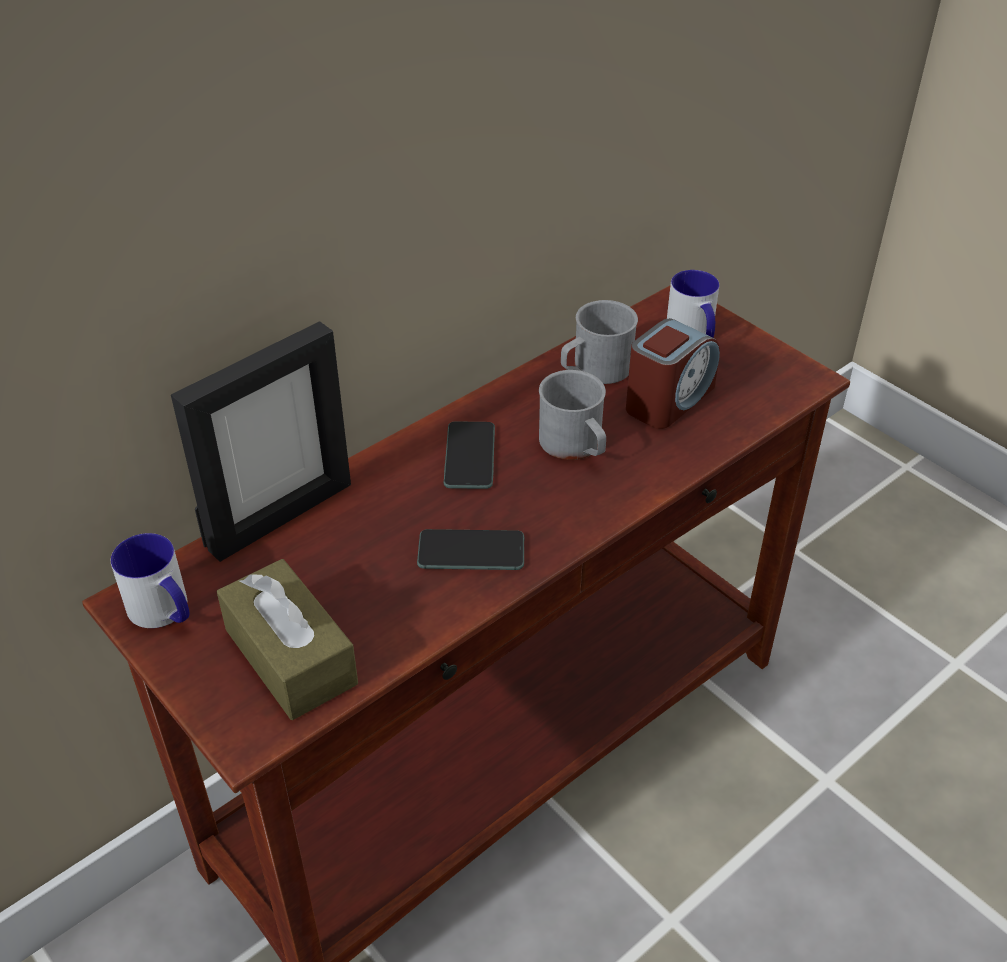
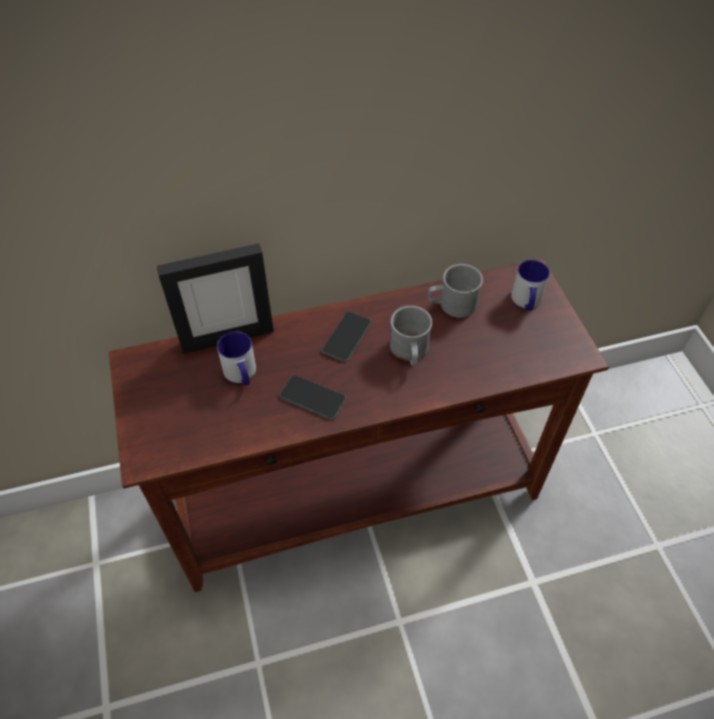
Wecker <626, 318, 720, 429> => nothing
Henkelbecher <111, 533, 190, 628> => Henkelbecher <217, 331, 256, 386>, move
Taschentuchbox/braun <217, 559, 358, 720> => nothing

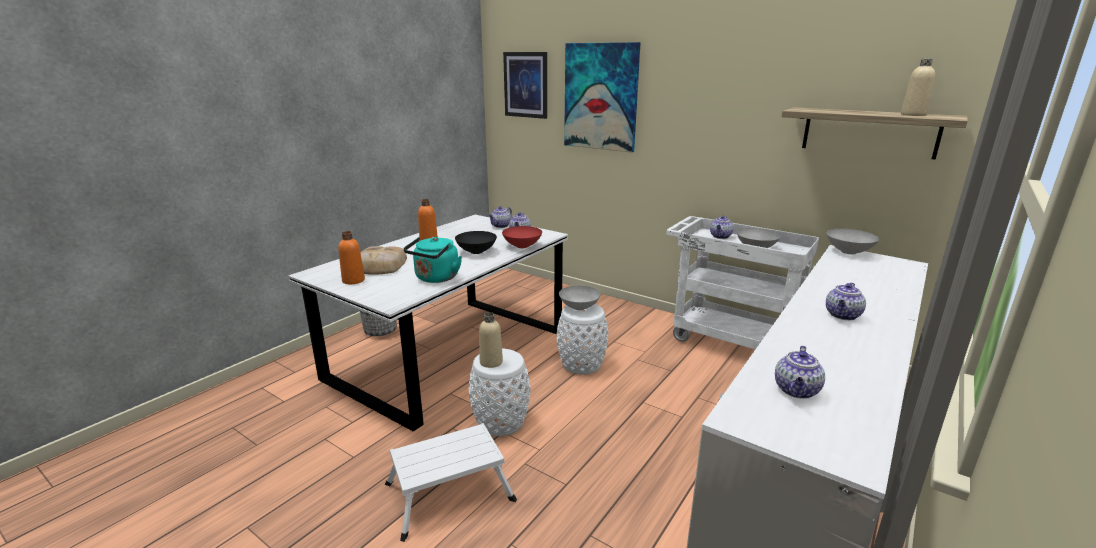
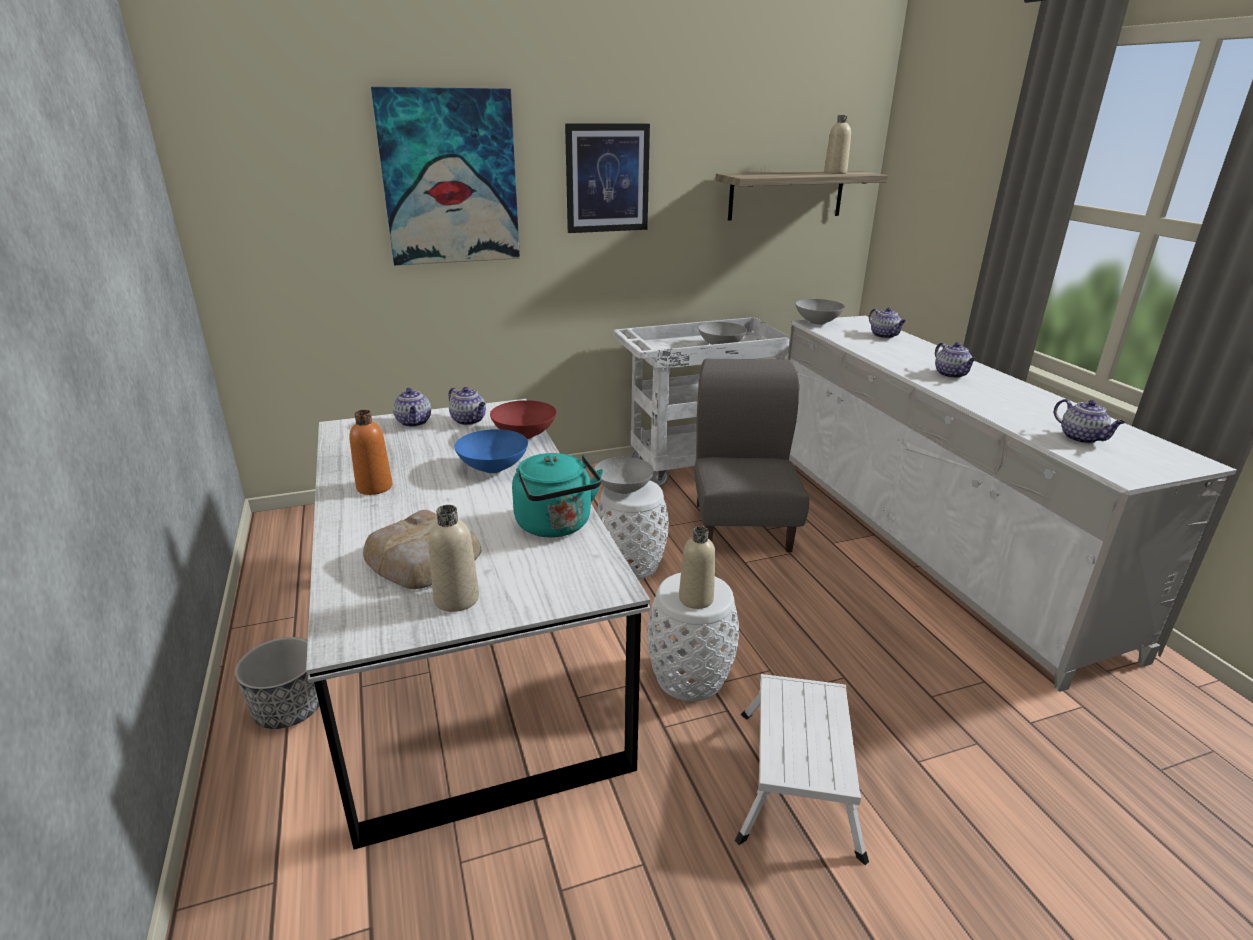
Bild <503, 52, 547, 119> => Bild <565, 124, 650, 233>, move
Teekanne <710, 216, 733, 239> => Teekanne <869, 307, 906, 338>, move
Flasche/orange <338, 231, 365, 284> => Flasche/beige <428, 505, 479, 612>
Schüssel/schwarz <455, 231, 497, 254> => Schüssel/blau <455, 429, 528, 473>
nothing => Stuhl/grau <694, 359, 809, 552>

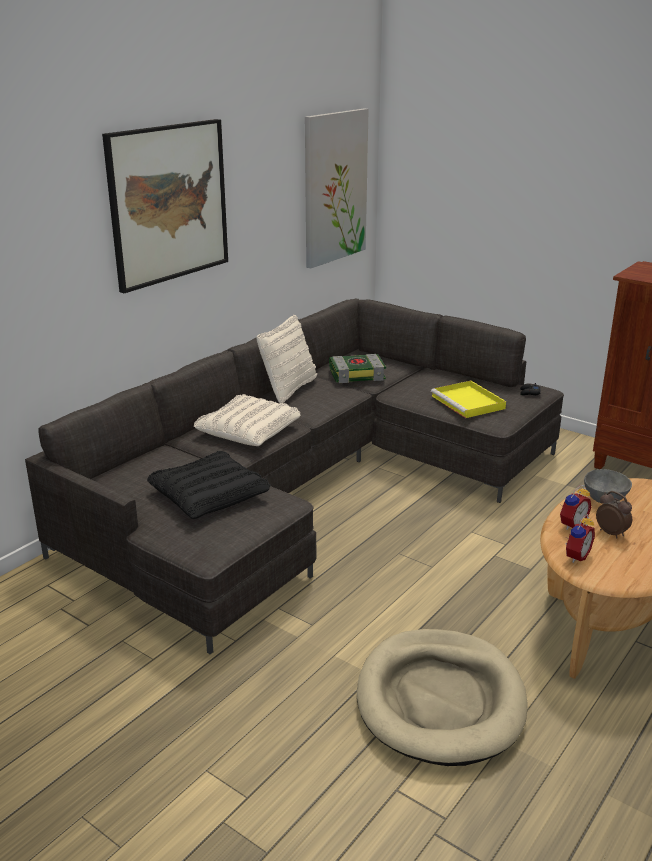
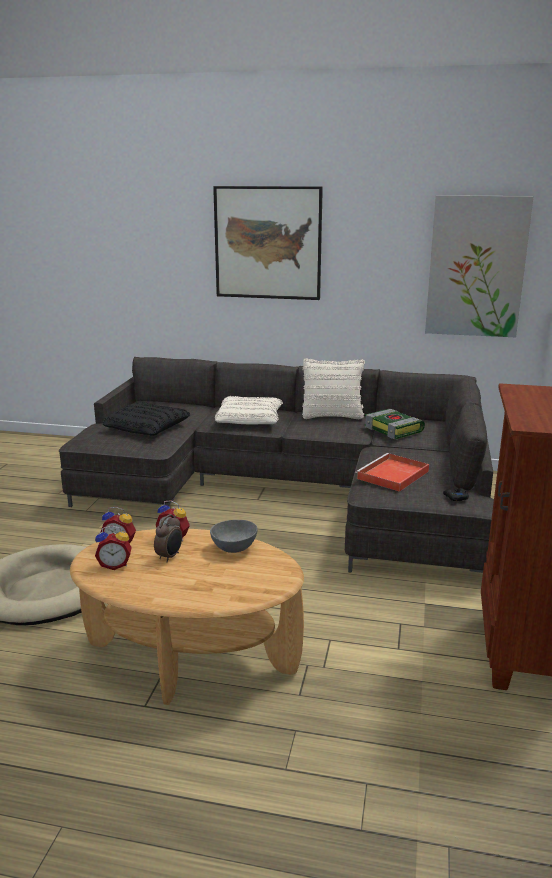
Tablett/gelb <431, 381, 506, 418> => Tablett/rot <356, 453, 429, 492>
nothing => Wecker <95, 526, 132, 570>

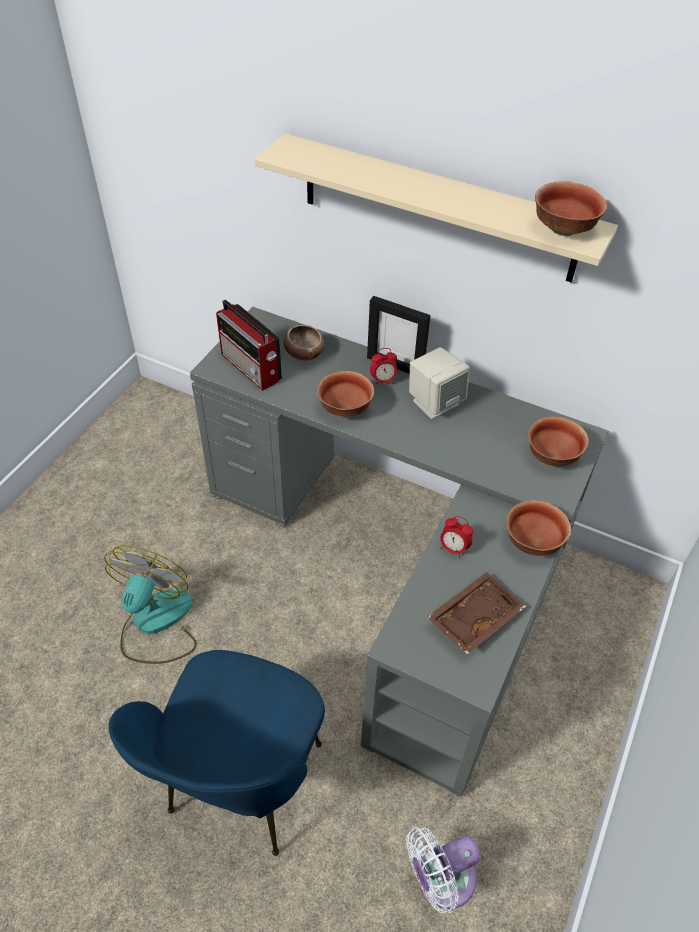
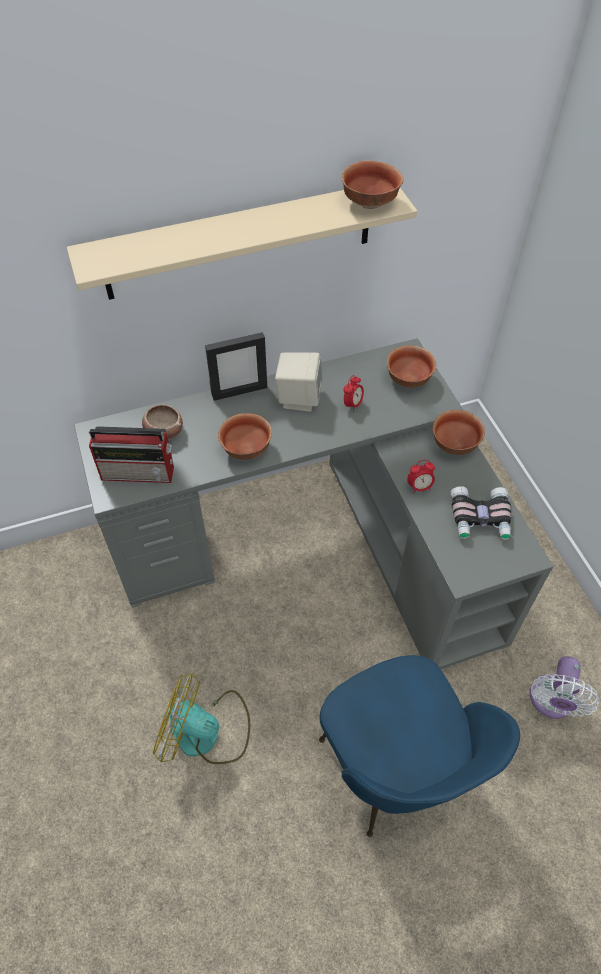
Wecker <370, 348, 397, 386> => Wecker <344, 375, 364, 412>, move
Ventilator <104, 546, 197, 664> => Ventilator <153, 673, 250, 764>, 45 degrees counterclockwise
Tablett/braun <427, 572, 526, 654> => Fernglas <451, 486, 511, 540>

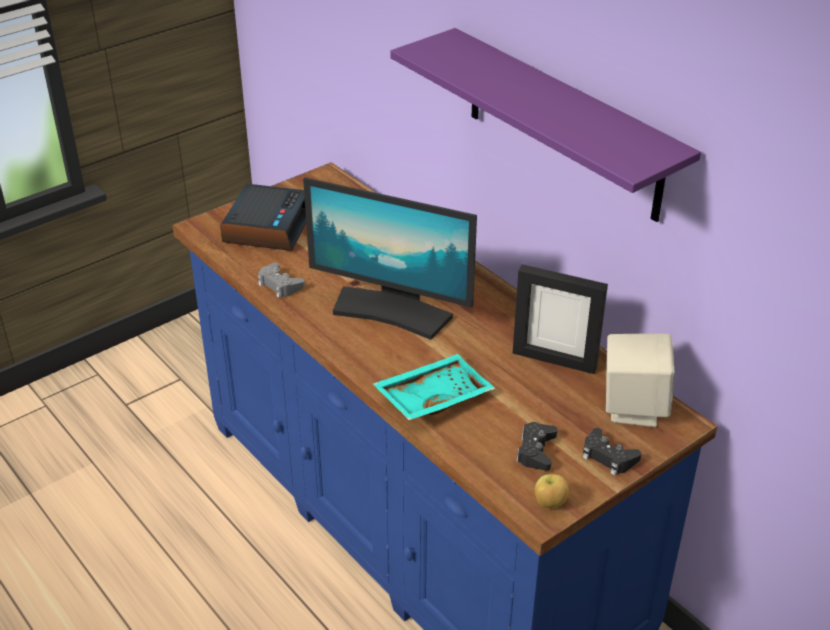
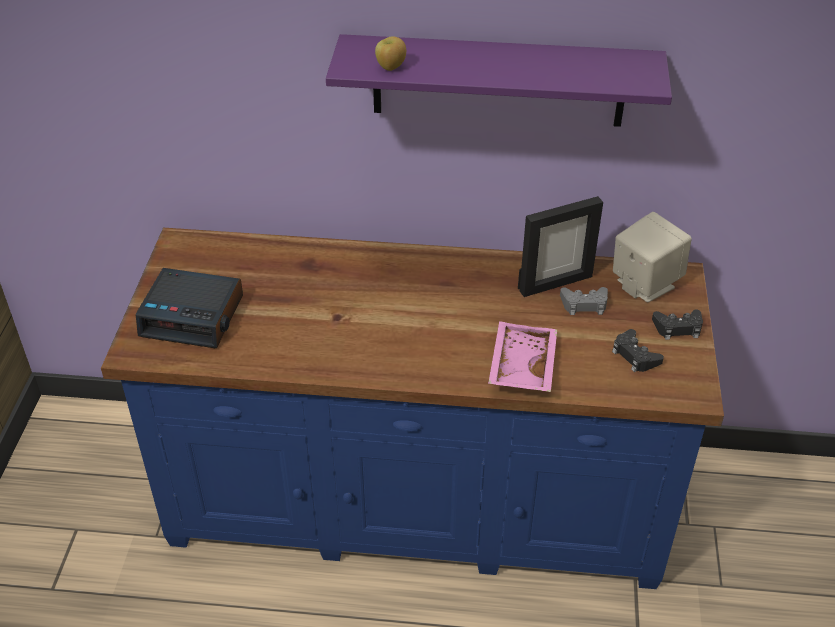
Monitor <303, 177, 477, 340> => nothing
Wecker <220, 184, 306, 251> => Wecker <136, 268, 243, 348>, 135 degrees clockwise
Gamepad/grau <258, 262, 305, 298> => Gamepad/grau <560, 287, 608, 315>, move
Tablett/türkis <373, 354, 495, 420> => Tablett/rosa <488, 321, 557, 392>
Apfel <535, 474, 569, 508> => Apfel <375, 37, 406, 71>, move

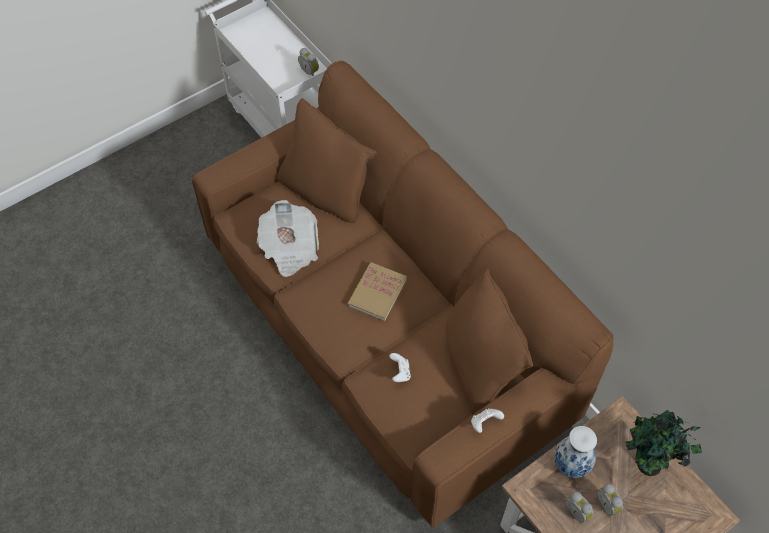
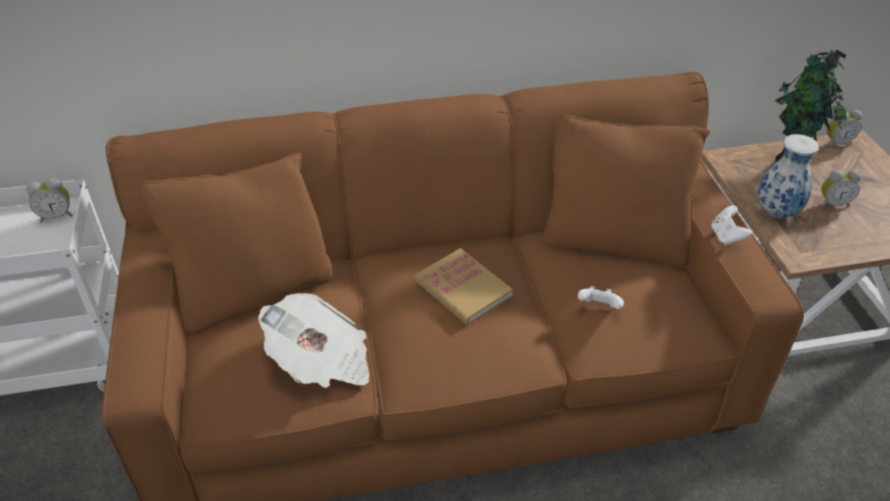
Wecker <565, 492, 593, 524> => Wecker <827, 110, 862, 147>, move

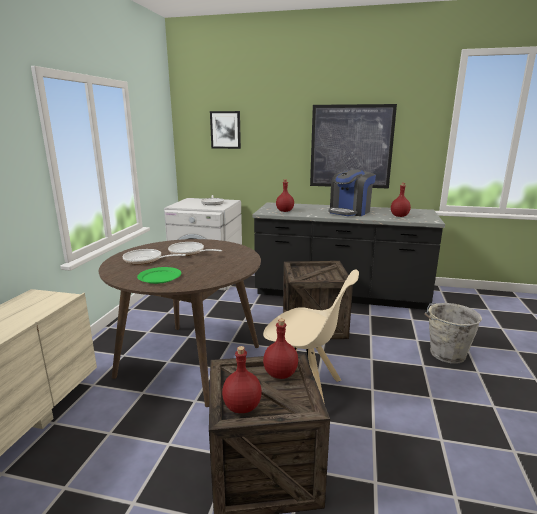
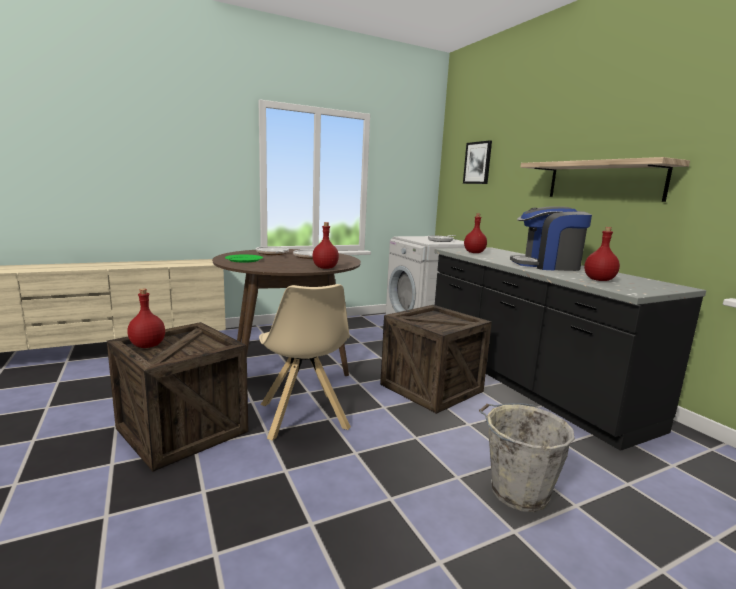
Bild <310, 104, 397, 189> => Wandregal <520, 157, 690, 202>
Flasche/rot <263, 318, 298, 379> => Flasche/rot <312, 222, 339, 269>, move

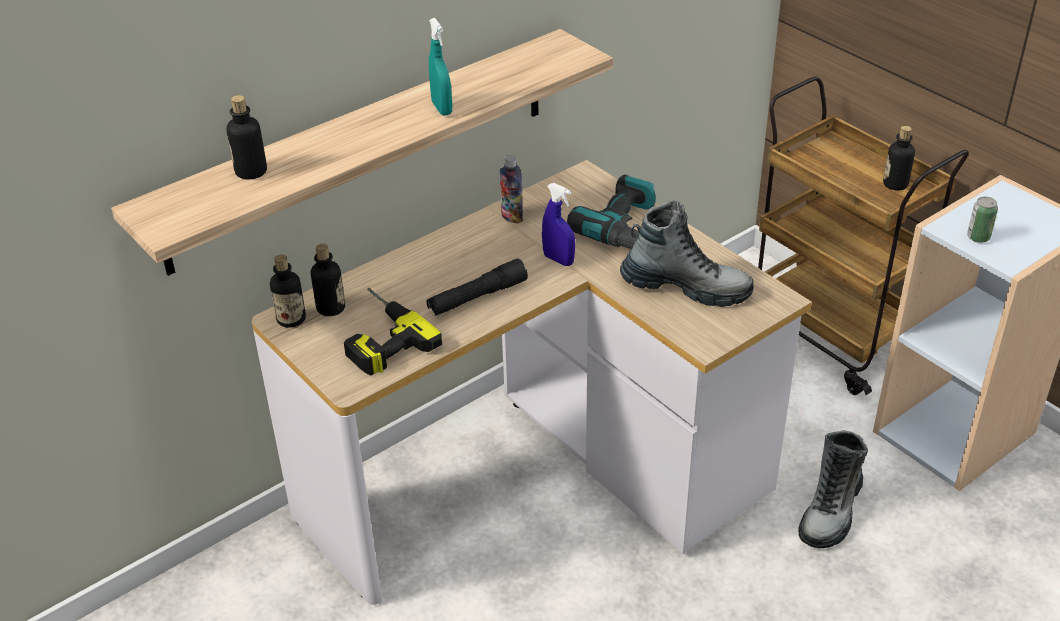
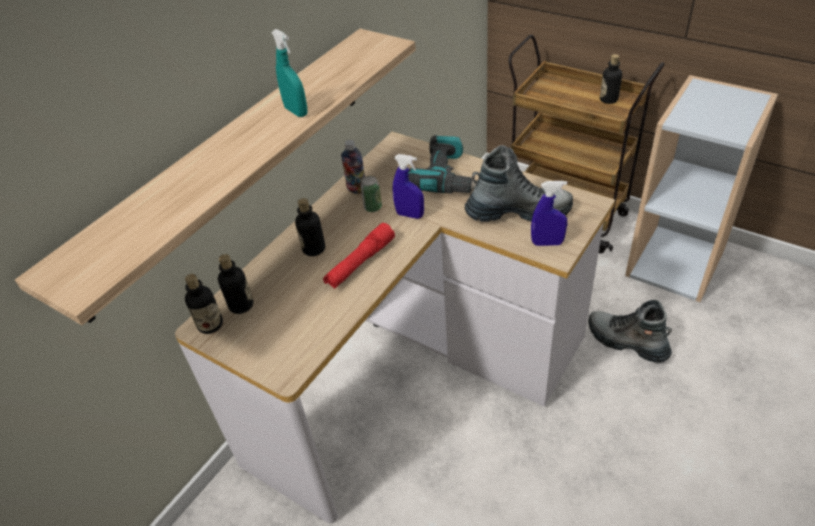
Flasche <227, 95, 267, 180> => Flasche <295, 198, 325, 256>, move
Dose <967, 197, 998, 243> => Dose <361, 176, 382, 212>, move
Taschenlampe/schwarz <426, 259, 528, 316> => Taschenlampe/rot <323, 223, 395, 289>
Bohrmaschine <344, 288, 442, 375> => nothing
Stiefel <798, 430, 868, 548> => Stiefel <588, 300, 672, 363>, 120 degrees clockwise
nothing => Sprühflasche/blau <531, 181, 567, 246>

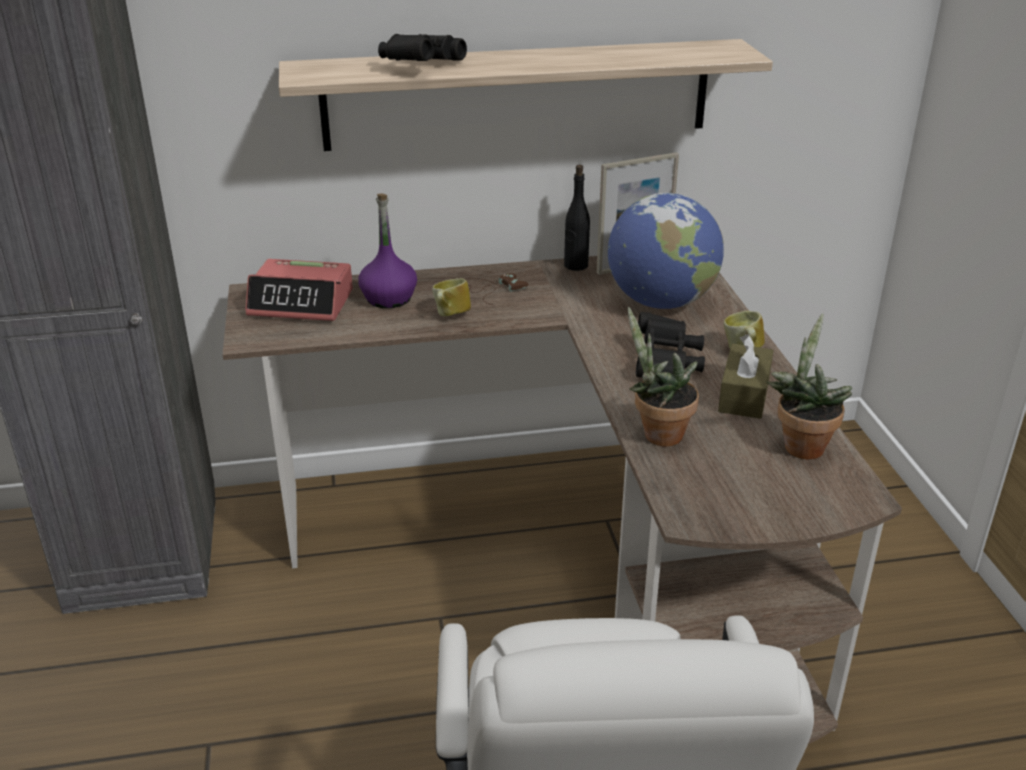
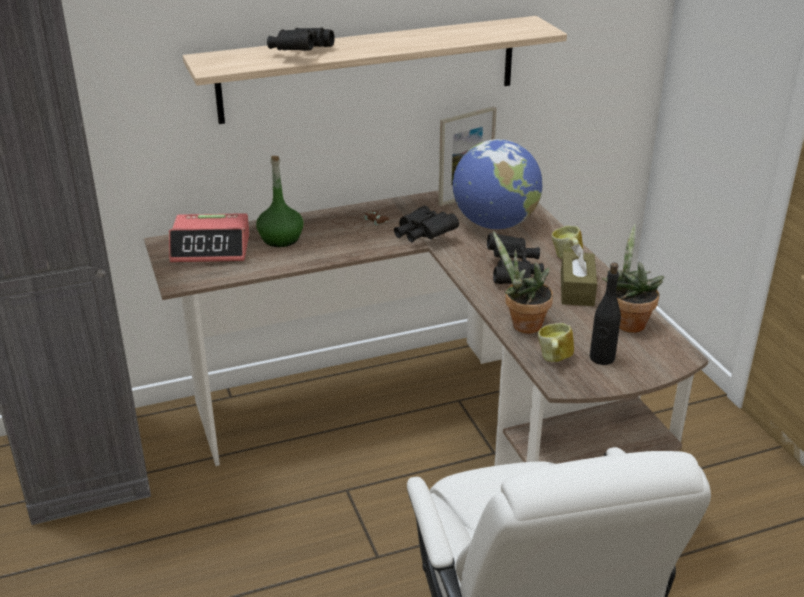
Flasche/schwarz <564, 165, 590, 271> => Flasche/schwarz <590, 263, 621, 365>, move
Flasche/lila <358, 193, 417, 308> => Flasche/grün <256, 156, 304, 247>
Henkelbecher <432, 278, 471, 316> => Henkelbecher <538, 323, 574, 362>, move
nothing => Fernglas/schwarz <394, 206, 459, 243>

